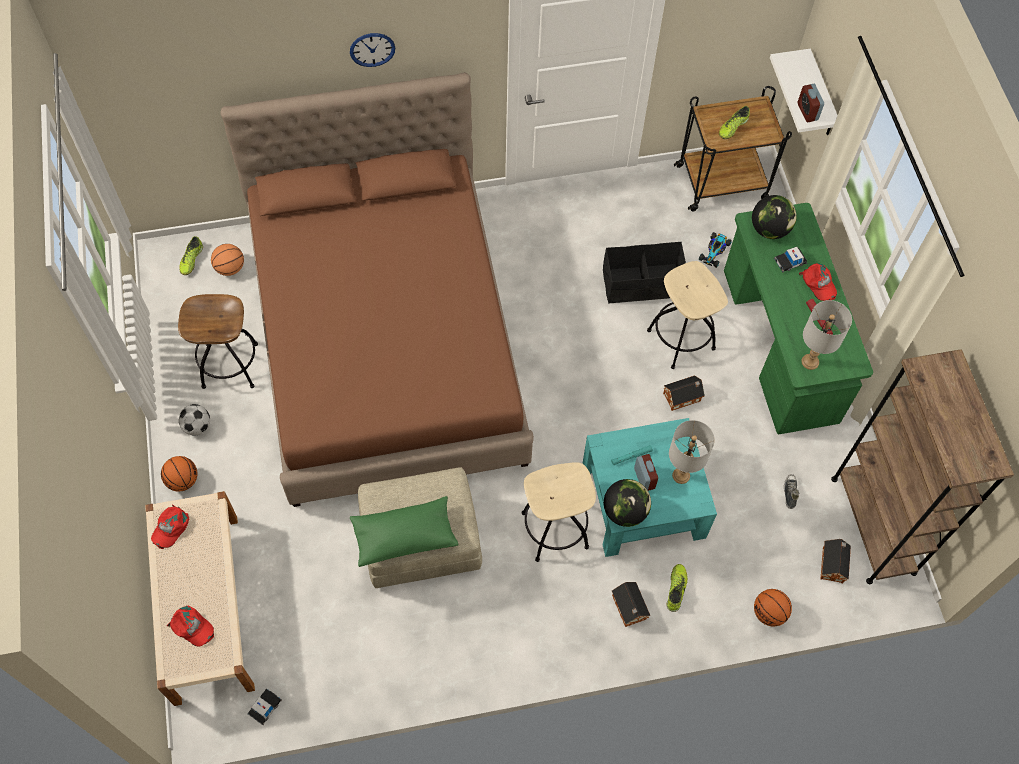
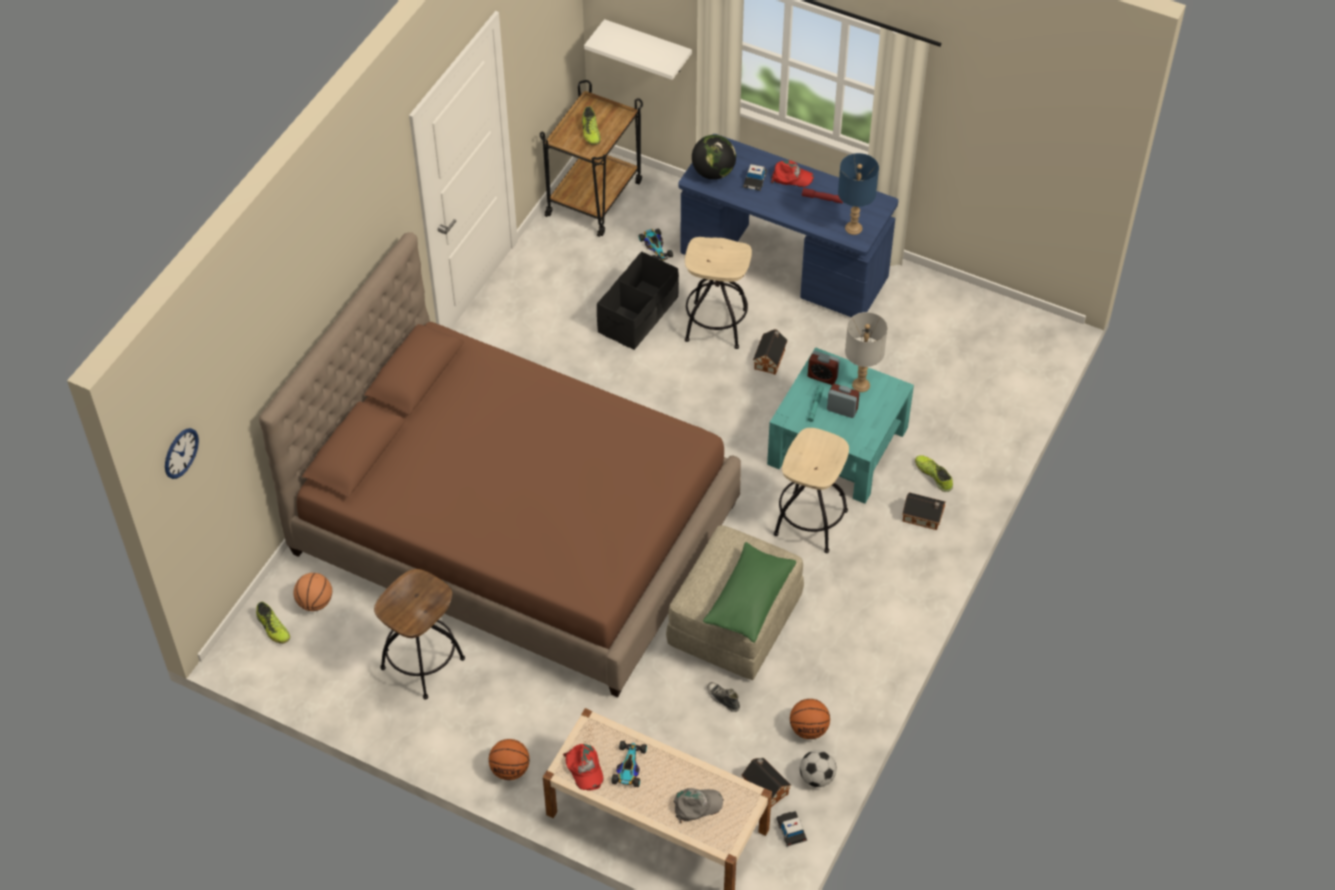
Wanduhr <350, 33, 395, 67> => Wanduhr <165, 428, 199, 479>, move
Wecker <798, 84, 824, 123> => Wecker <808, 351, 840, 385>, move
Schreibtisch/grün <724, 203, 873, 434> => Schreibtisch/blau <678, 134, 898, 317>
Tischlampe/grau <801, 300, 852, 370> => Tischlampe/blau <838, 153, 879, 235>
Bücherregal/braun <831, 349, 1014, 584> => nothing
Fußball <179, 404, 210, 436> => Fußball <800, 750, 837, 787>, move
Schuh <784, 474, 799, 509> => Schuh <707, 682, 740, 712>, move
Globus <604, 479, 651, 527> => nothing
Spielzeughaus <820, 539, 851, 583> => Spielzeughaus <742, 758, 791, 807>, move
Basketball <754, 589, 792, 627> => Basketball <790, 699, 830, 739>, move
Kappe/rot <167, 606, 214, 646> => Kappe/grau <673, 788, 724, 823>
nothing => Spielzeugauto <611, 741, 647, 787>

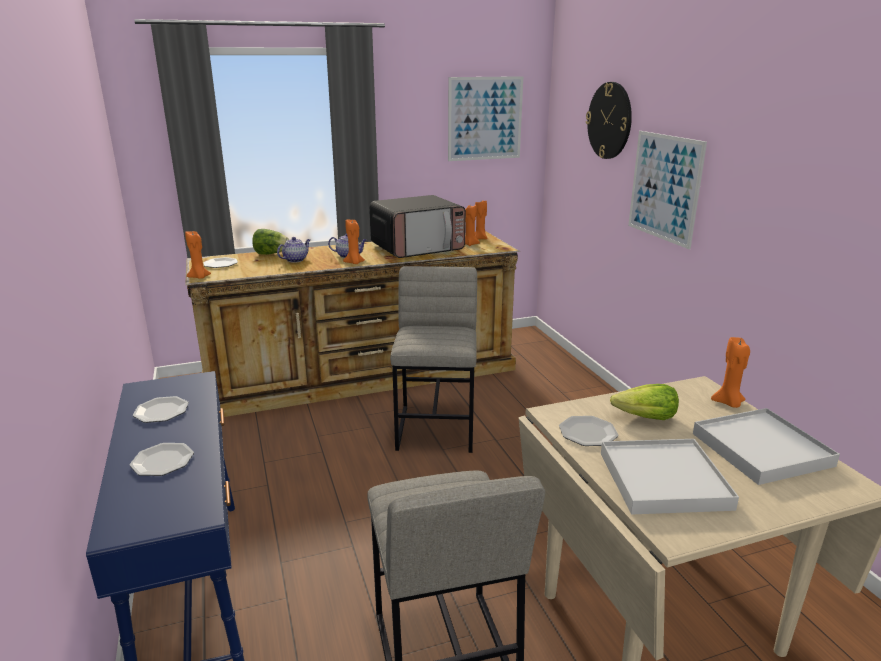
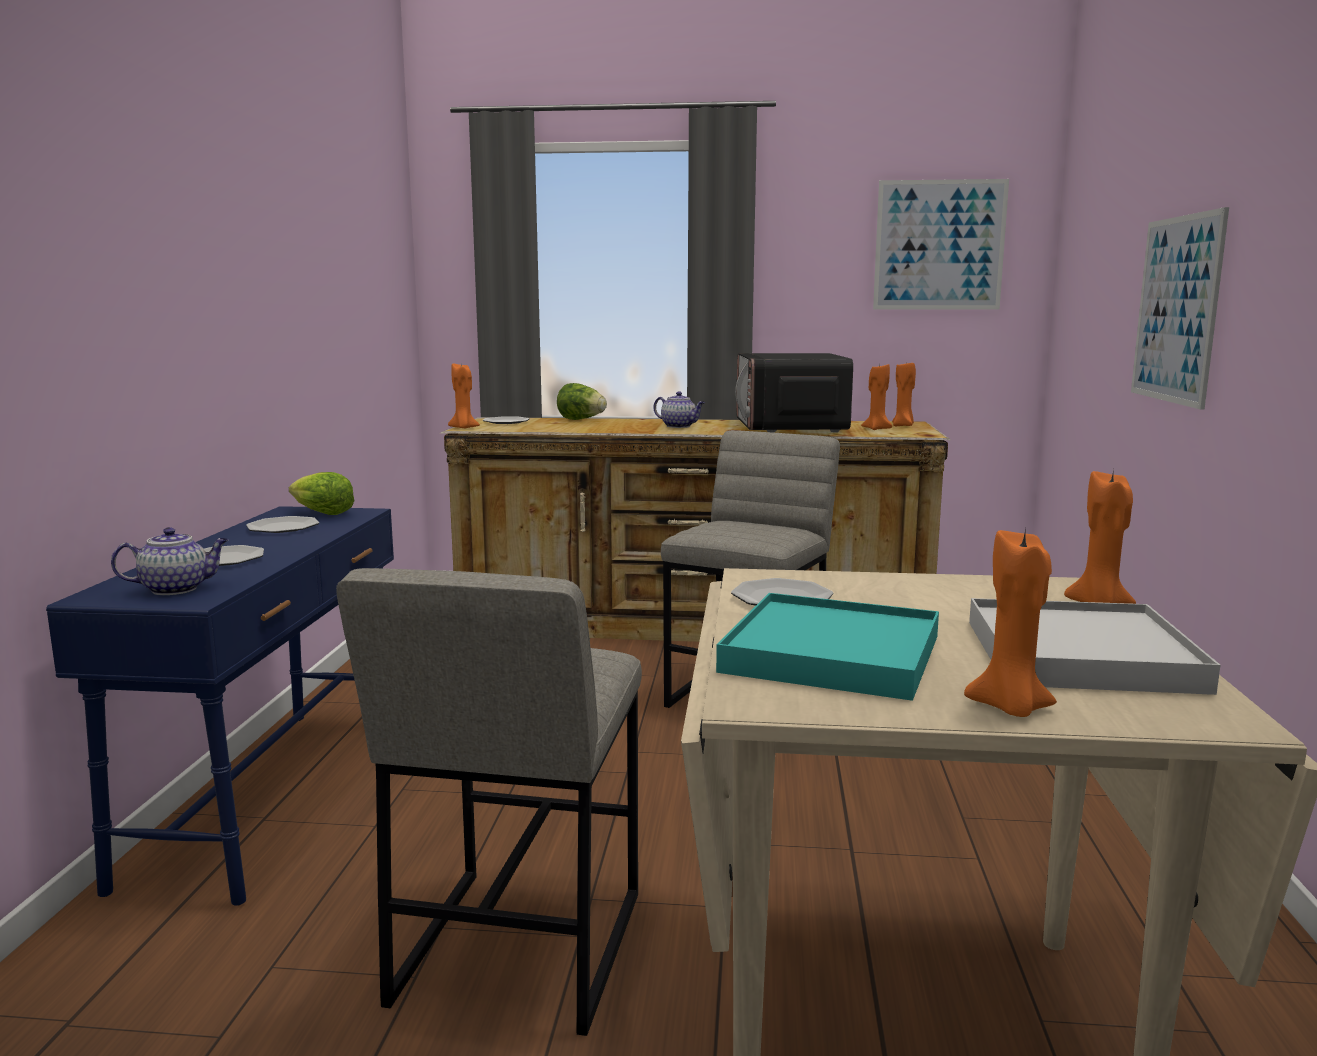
Wanduhr <586, 82, 632, 159> => nothing
Mikrowelle <369, 195, 466, 258> => Mikrowelle <735, 353, 853, 433>, 90 degrees clockwise
Kerze/orange <343, 220, 365, 264> => Kerze/orange <964, 528, 1057, 717>, move
Teekanne <277, 237, 310, 263> => Teekanne <111, 527, 228, 595>, move
Salatkopf <610, 384, 679, 420> => Salatkopf <289, 472, 354, 515>, move
Tablett/weiß <601, 439, 739, 515> => Tablett/türkis <716, 593, 939, 701>

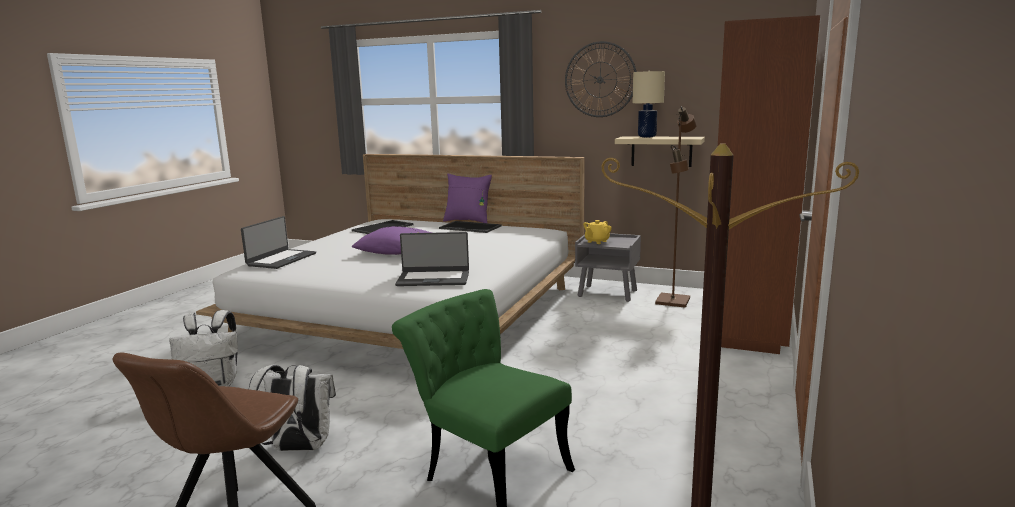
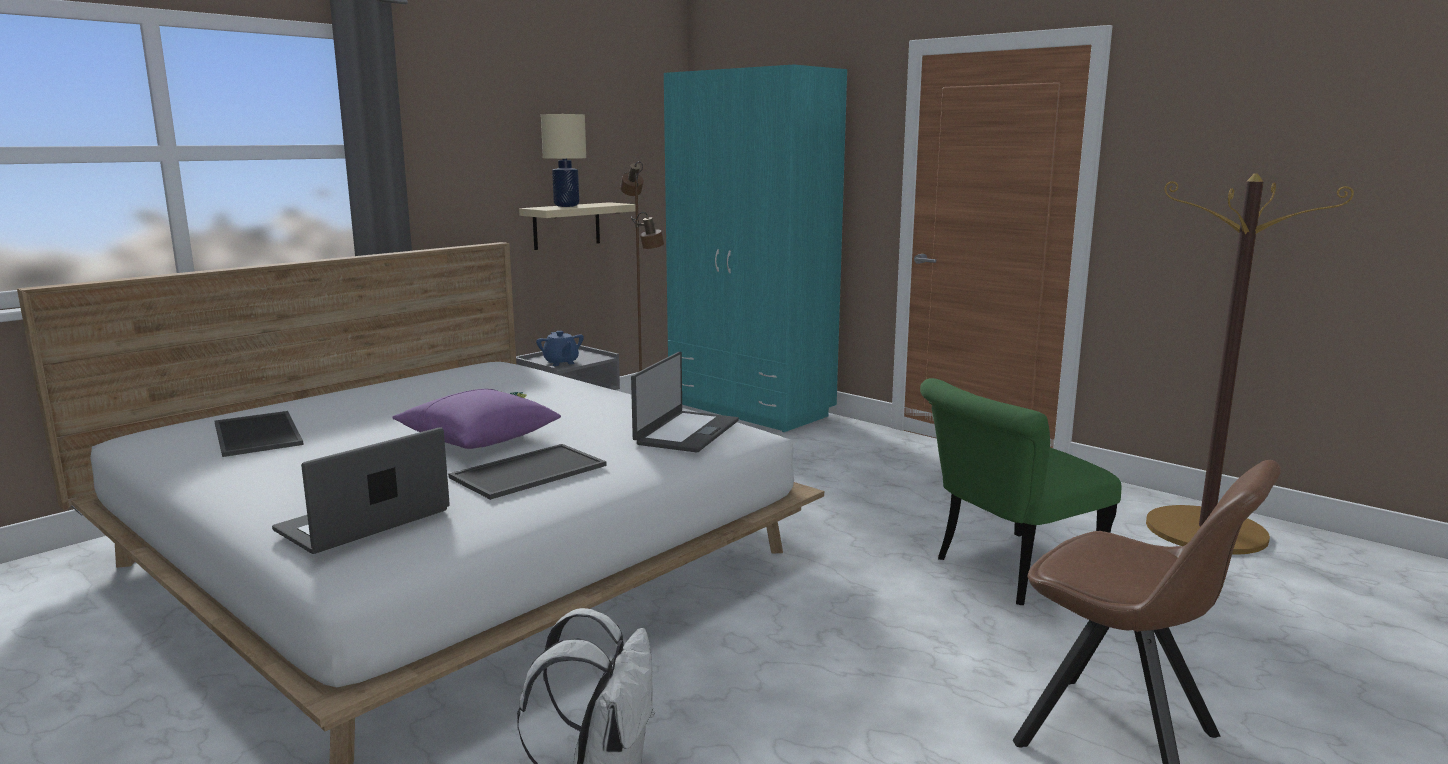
Kleiderschrank/braun <718, 15, 821, 354> => Kleiderschrank/türkis <664, 65, 847, 432>
Wanduhr <565, 41, 636, 117> => nothing
Kissen/lila <443, 174, 492, 223> => nothing
Laptop <241, 216, 316, 269> => Laptop <272, 427, 450, 554>, 90 degrees counterclockwise
Teekanne/gelb <583, 220, 612, 244> => Teekanne/blau <536, 331, 584, 366>
Tablett <439, 221, 501, 233> => Tablett <448, 444, 606, 500>, move
Rucksack/weiß <249, 365, 336, 451> => nothing

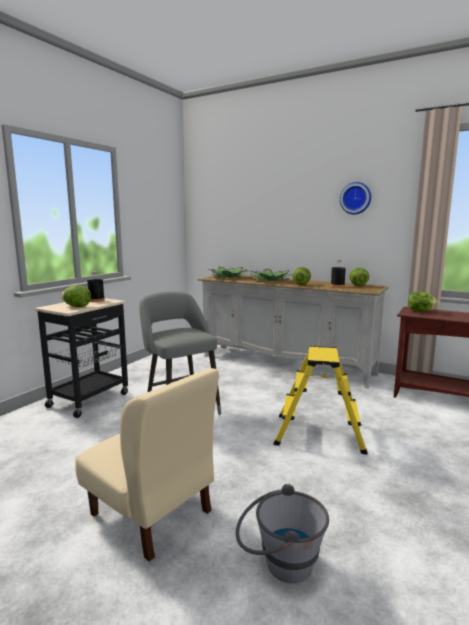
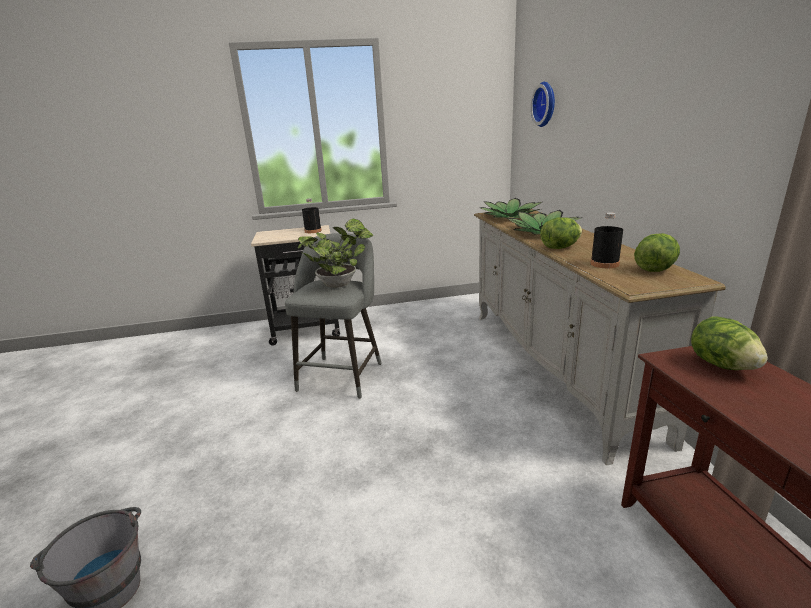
Wanduhr <340, 182, 371, 214> => Wanduhr <531, 82, 555, 127>, move
Salatkopf <61, 285, 91, 307> => nothing
Trittleiter/gelb <273, 346, 368, 455> => nothing
Stuhl/beige <75, 368, 219, 562> => nothing
nothing => Topfpflanze <298, 219, 373, 288>

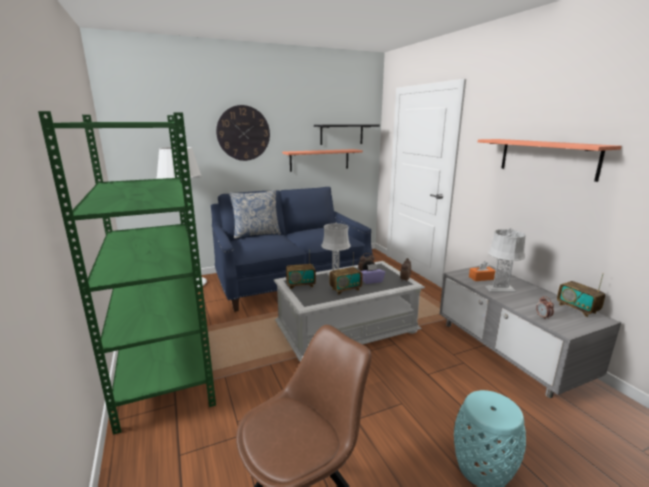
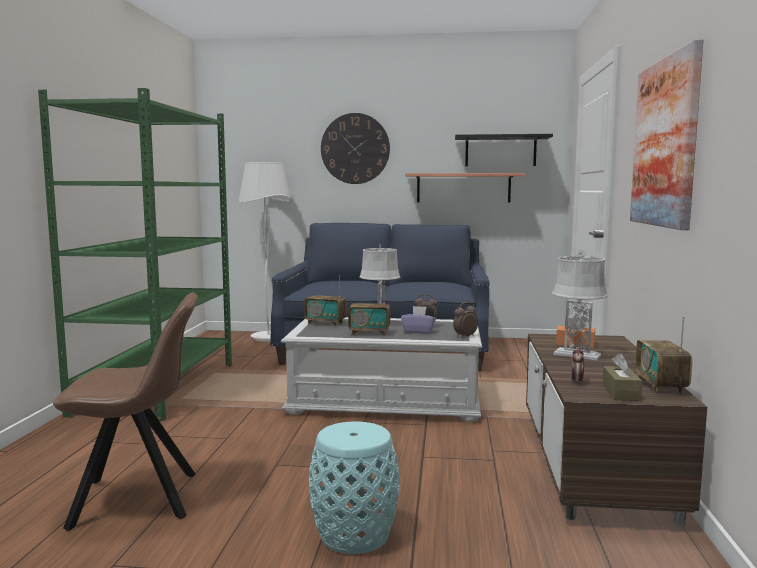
Wandregal <478, 139, 622, 182> => Bild <630, 39, 703, 230>
Kissen <229, 189, 281, 239> => nothing
Fernsehschrank/grau <440, 265, 621, 398> => Fernsehschrank/braun <526, 334, 707, 526>
nothing => Taschentuchbox/braun <603, 353, 642, 401>

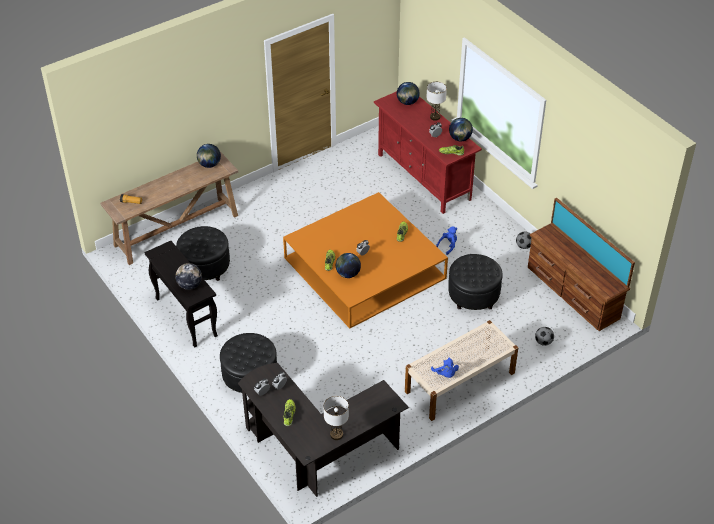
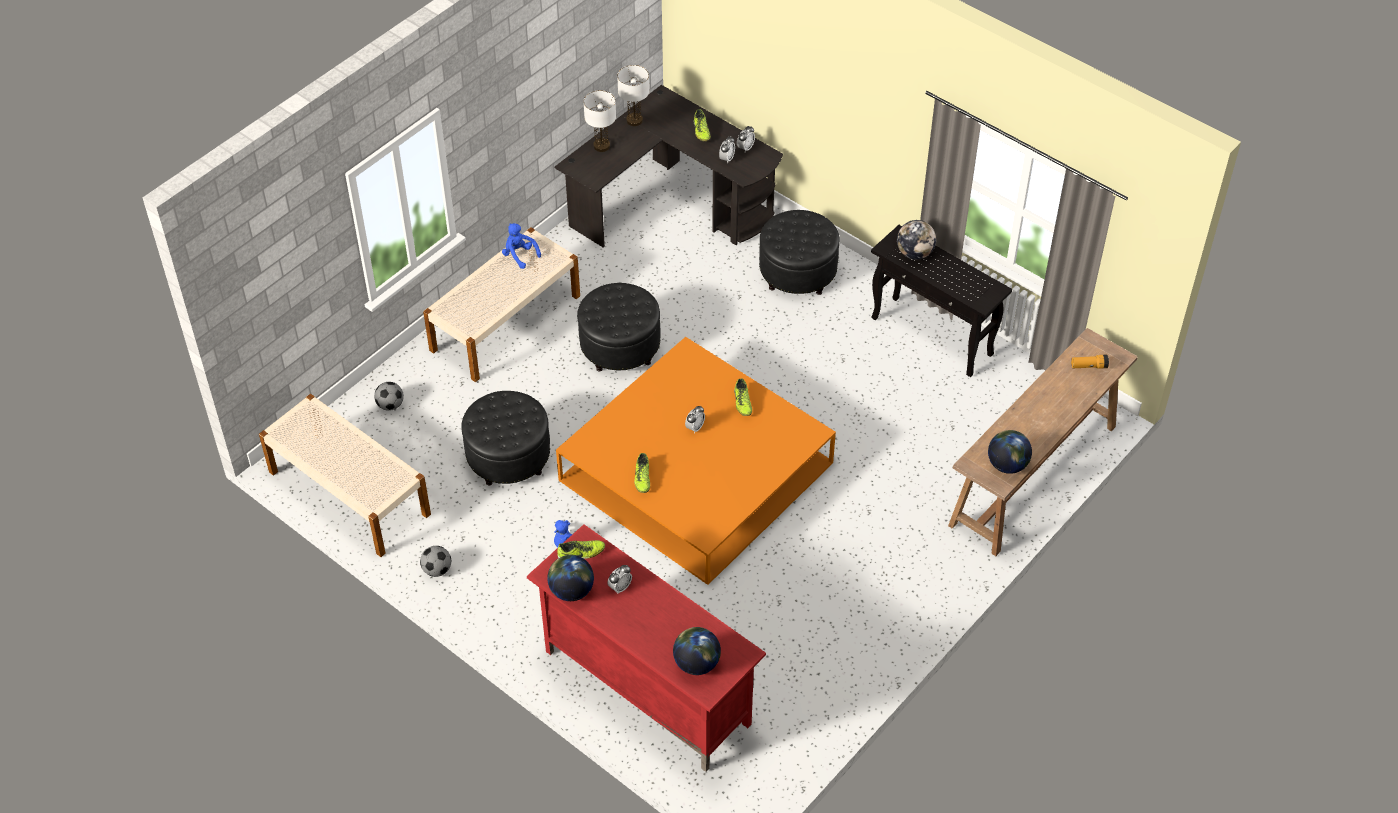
Tischlampe <426, 82, 447, 121> => Tischlampe <584, 90, 616, 152>, move
Kommode/braun <528, 198, 635, 331> => Bank/beige <259, 394, 431, 557>
Polsterhocker/schwarz <176, 226, 230, 281> => Polsterhocker/schwarz <577, 283, 661, 372>, move
Globus <336, 253, 361, 278> => nothing

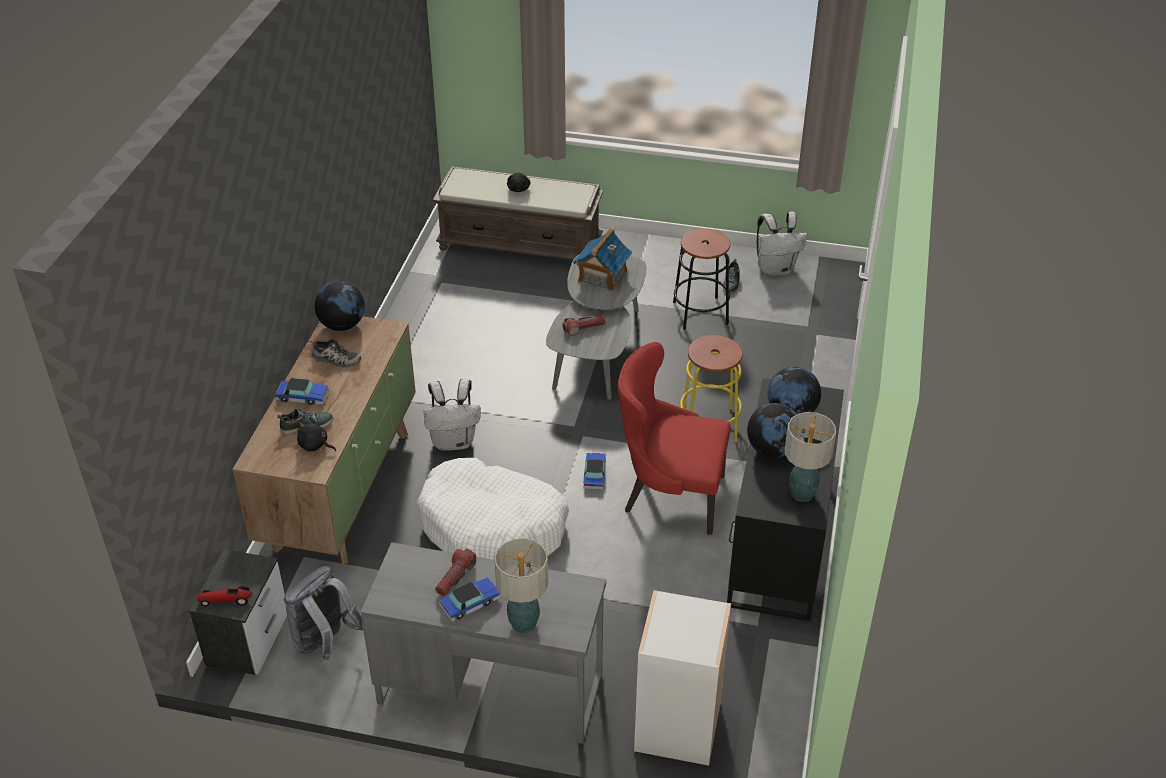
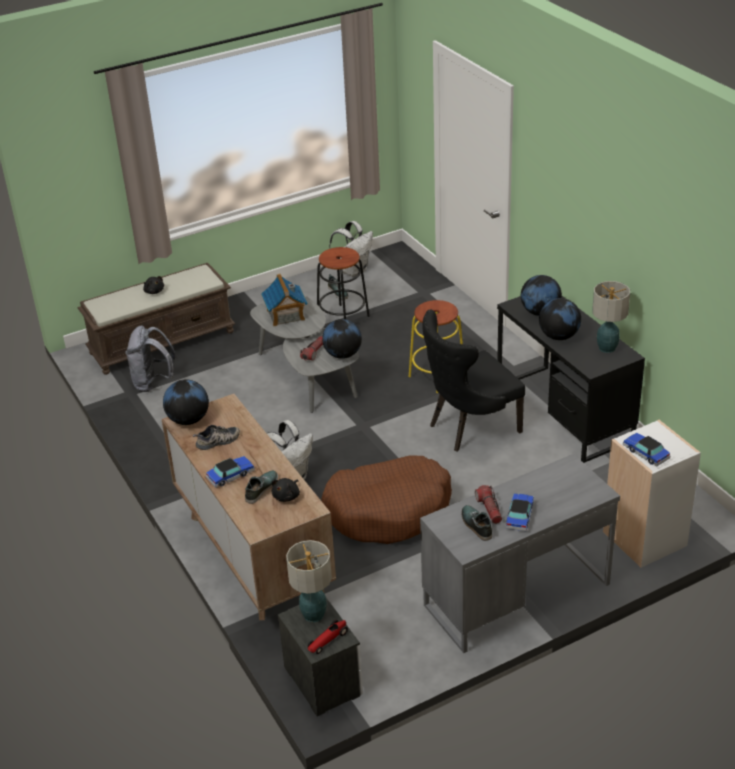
Stuhl/rot <618, 342, 730, 535> => Stuhl/schwarz <422, 309, 525, 451>
Plüschtier/schwarz <297, 417, 336, 452> => Plüschtier/schwarz <272, 478, 300, 502>, 45 degrees counterclockwise
Spielzeugauto <583, 453, 606, 490> => Spielzeugauto <623, 433, 671, 466>, move
Hundebett/weiß <417, 458, 569, 565> => Hundebett/braun <321, 455, 452, 544>
Tischlampe <494, 538, 548, 633> => Tischlampe <286, 540, 332, 623>, move
Rucksack/grau <284, 566, 363, 660> => Rucksack/grau <125, 326, 176, 392>, move
nothing => Globus <322, 319, 362, 359>
nothing => Schuh <462, 505, 492, 541>

